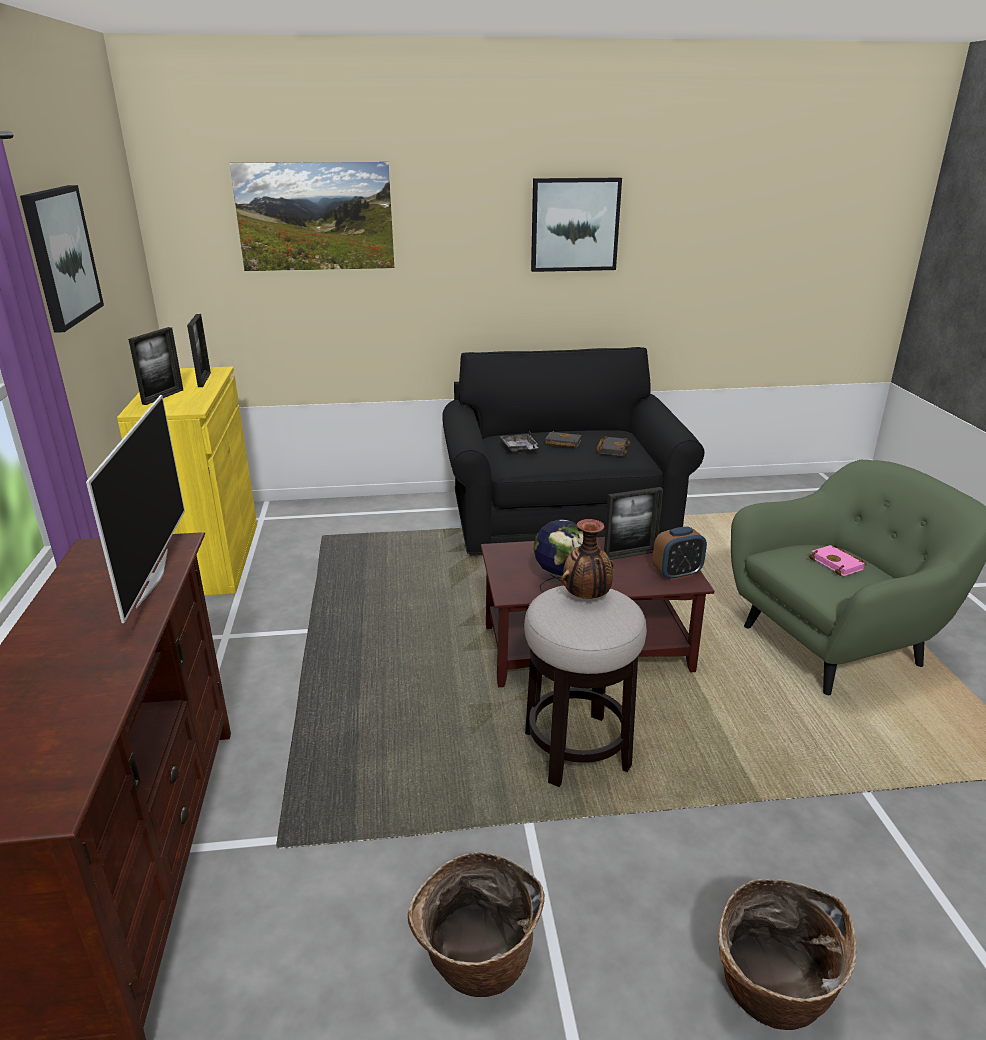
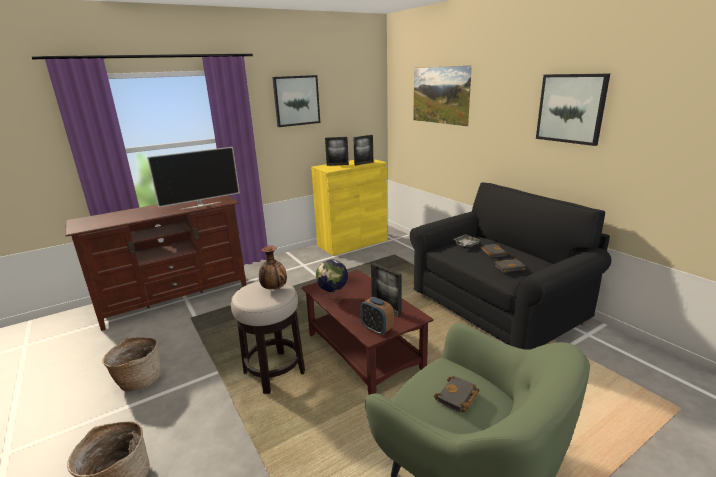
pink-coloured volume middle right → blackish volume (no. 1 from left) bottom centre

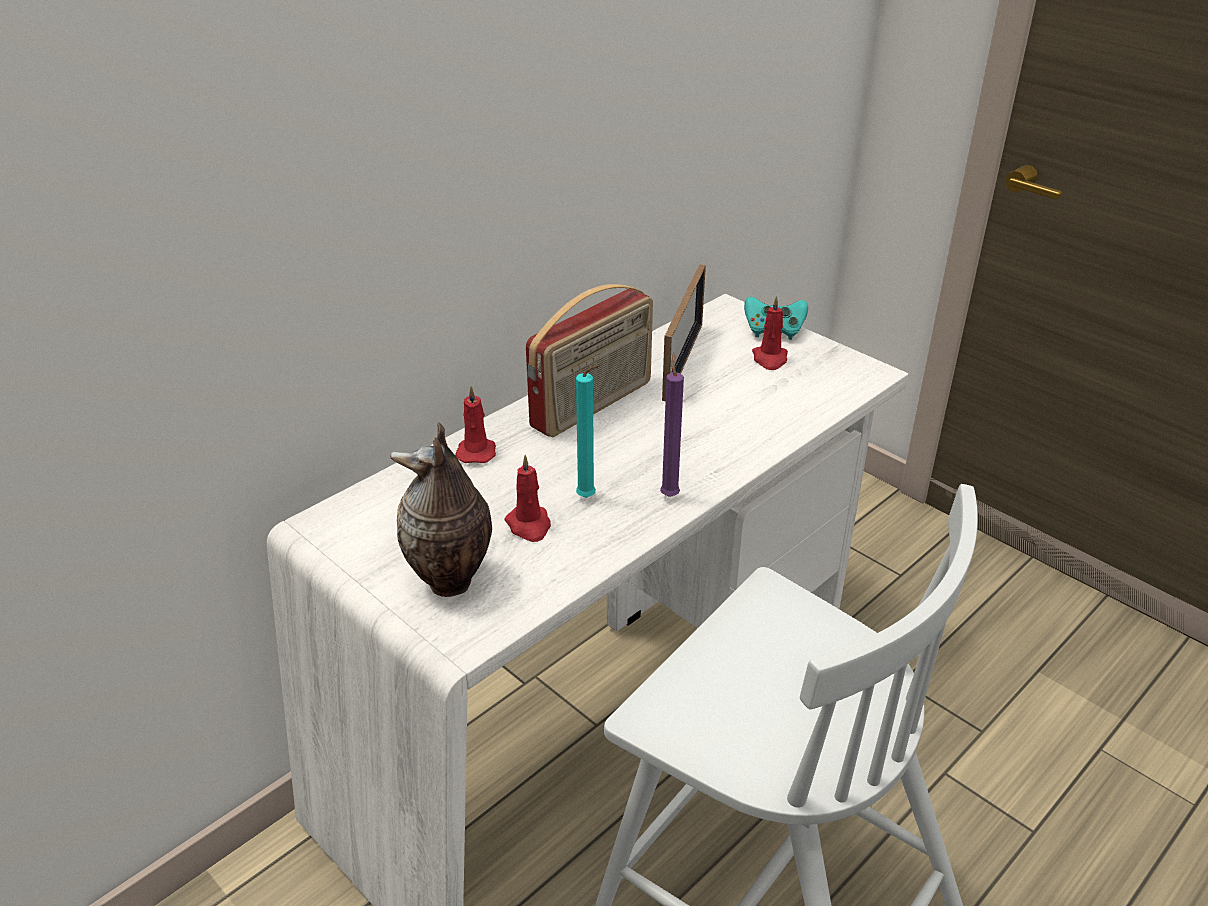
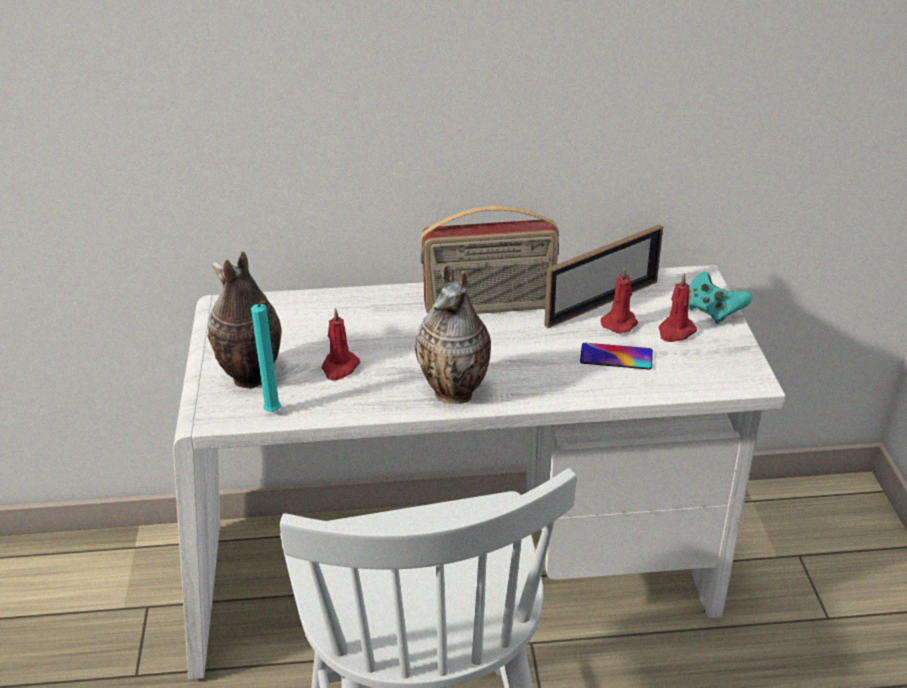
red wax candle (no. 1 from left in the first image) centre → red wax candle (no. 2 from left) middle right, relocated
turquoise-coloured wax candle centre → turquoise-coloured wax candle middle left, relocated
purplish wax candle centre → vase (no. 2 from left) centre
- → handset middle right

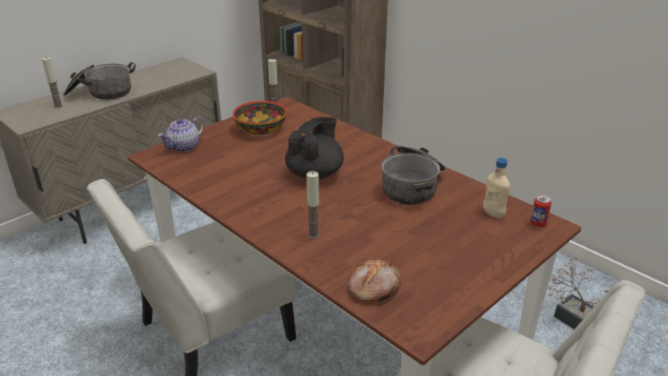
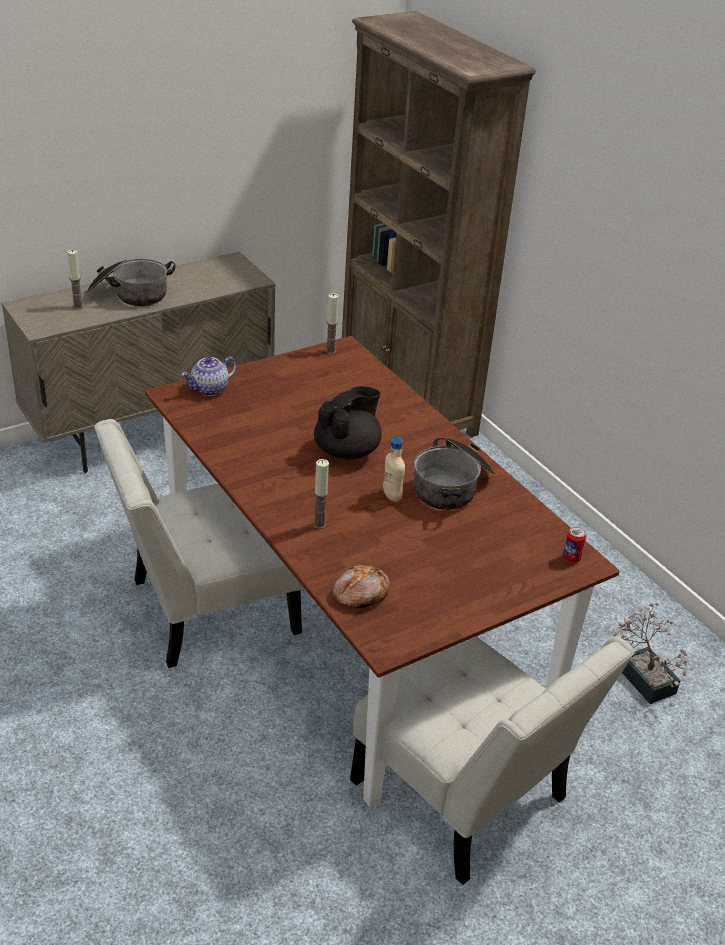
bowl top centre → -
beige-coloured bottle middle right → beige-coloured bottle centre, relocated

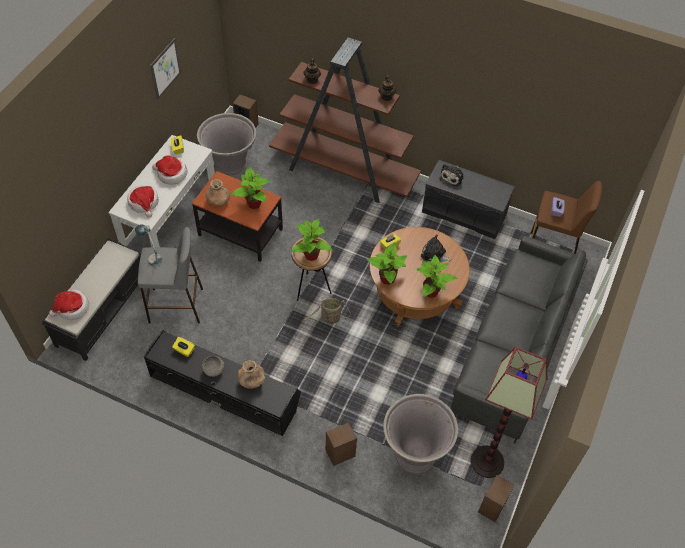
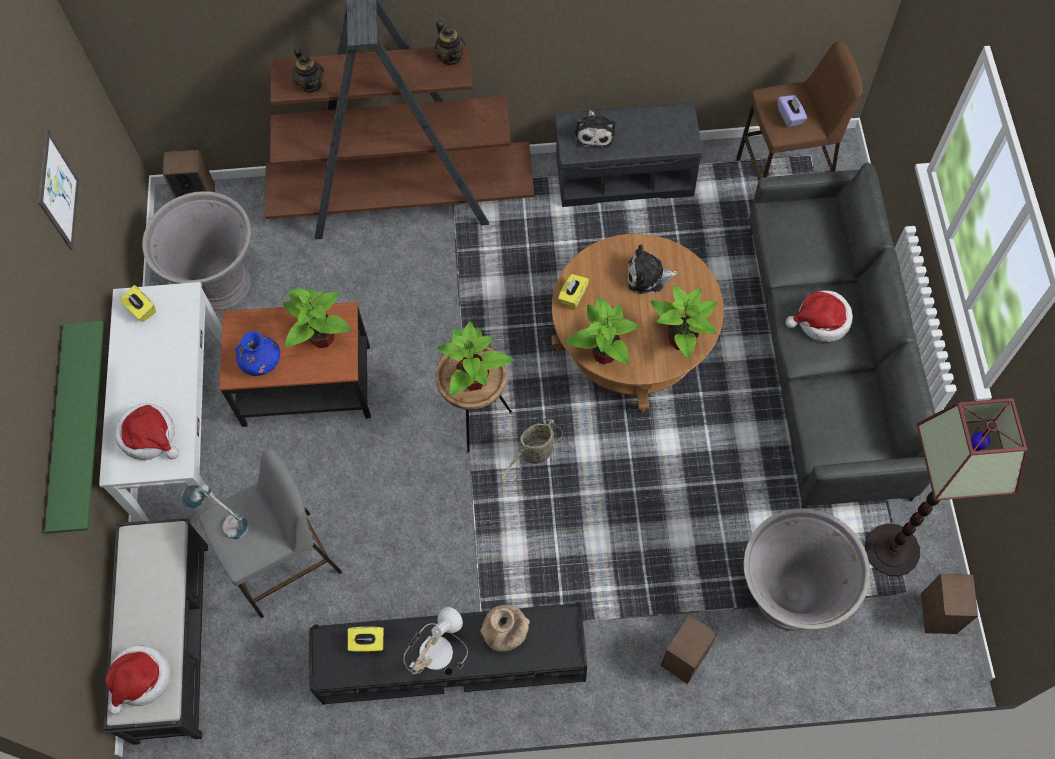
hat (no. 3 from left) top left → hat (no. 3 from left) middle right, relocated
greyish bowl bottom left → lamp for a table (no. 2 from left) bottom centre
brown vase (no. 1 from left) middle left → bluish vase middle left
- → greenish shelf middle left

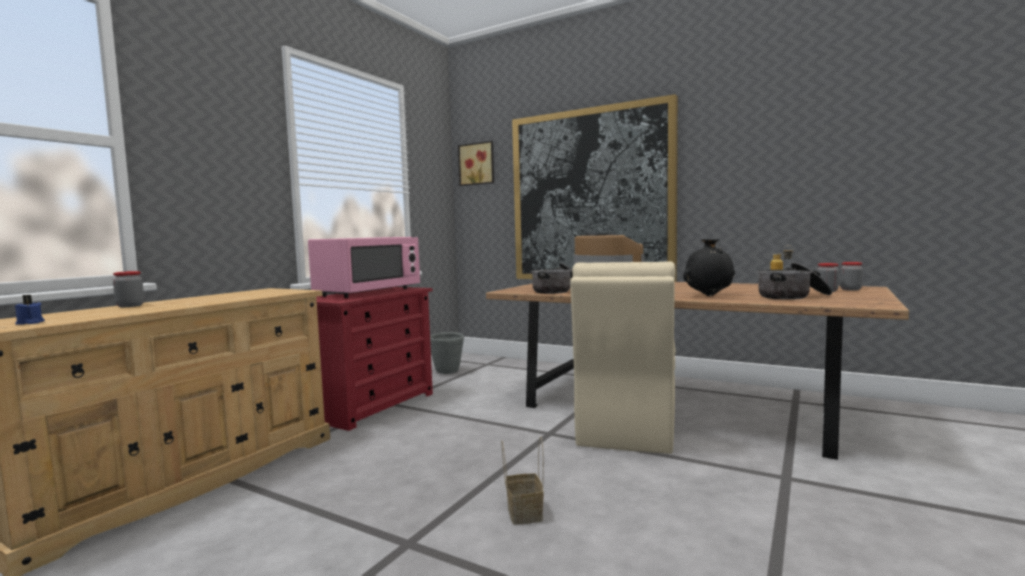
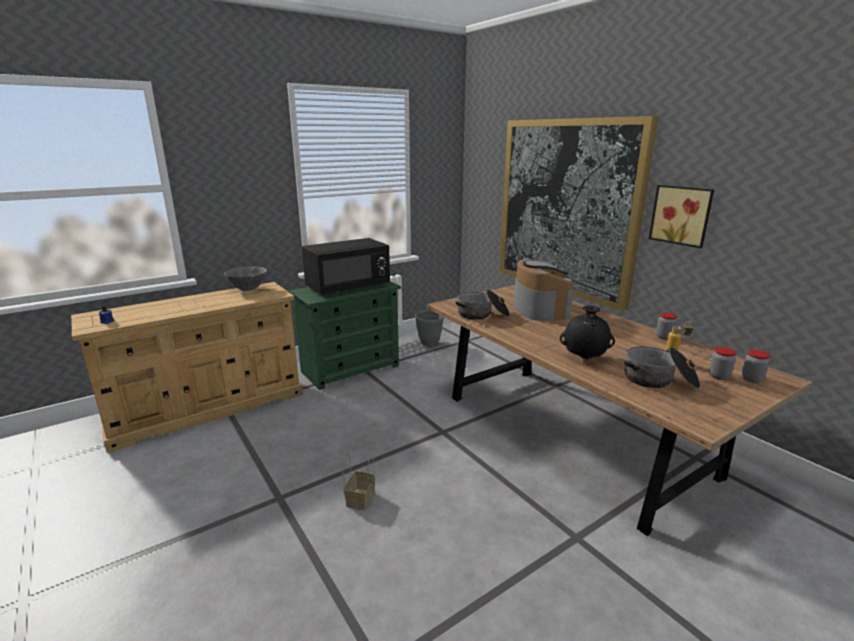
preserve jar (no. 1 from left) middle left → preserve jar (no. 1 from left) middle right, relocated
pink-coloured kitchen microwave centre → blackish kitchen microwave centre
red chest of drawers centre → greenish chest of drawers centre
wall art (no. 1 from left in the first image) top centre → wall art (no. 2 from left) middle right, relocated
beige-coloured plain chair centre → -
- → greyish bowl middle left

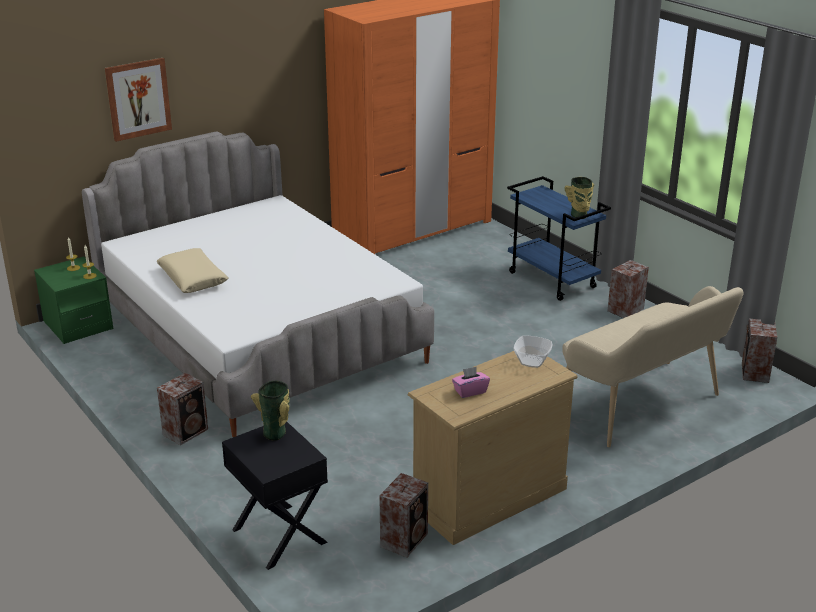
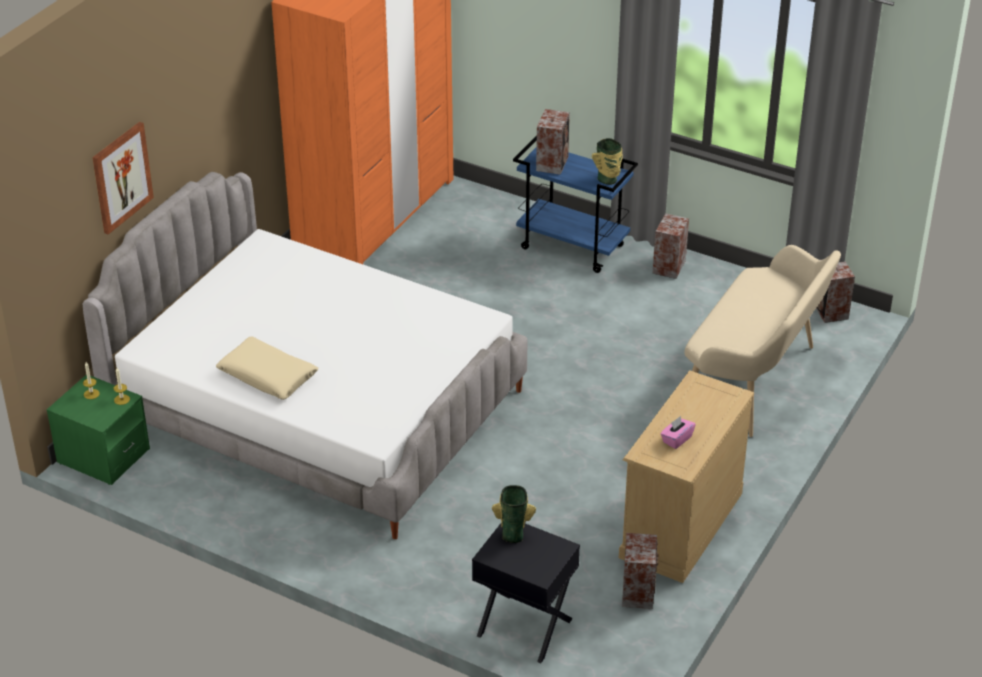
speaker (no. 1 from left) bottom left → speaker (no. 1 from left) top centre, relocated
bowl centre → -

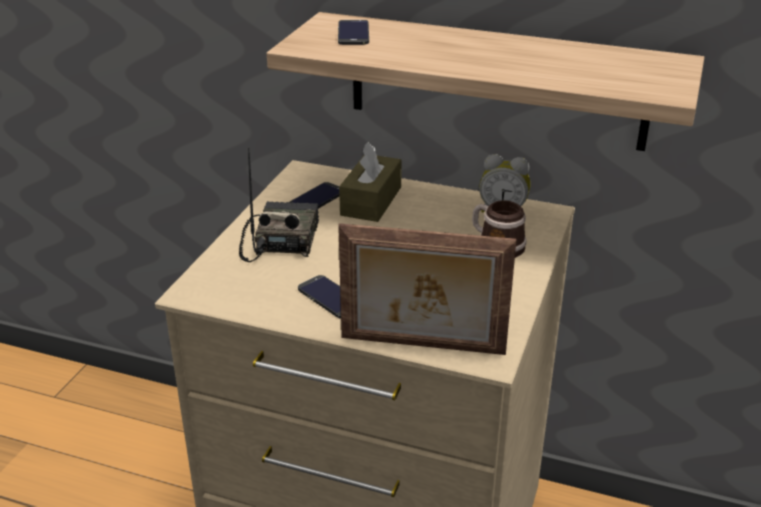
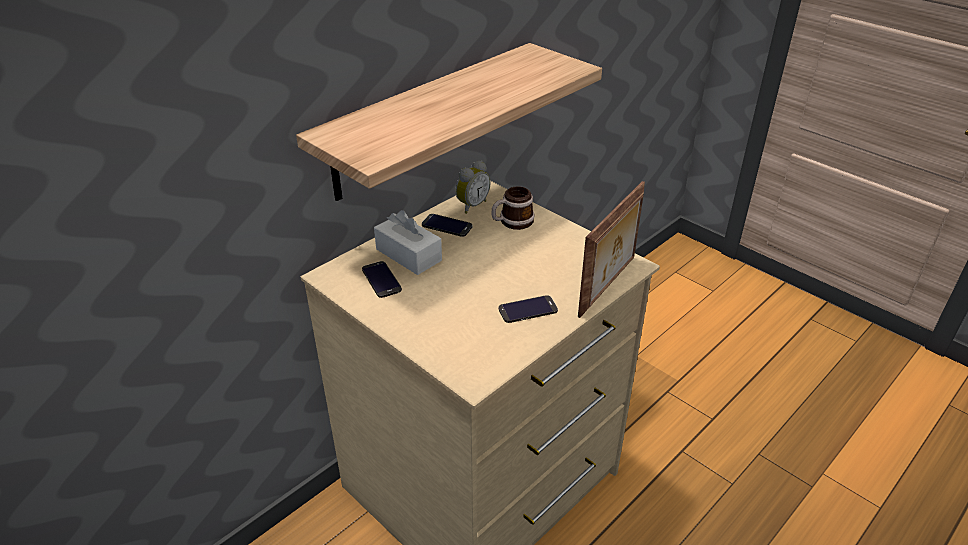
radio receiver centre → -
handset (no. 3 from left in the first image) top centre → handset (no. 2 from left) centre, relocated
brown tissue box centre → whitish tissue box centre

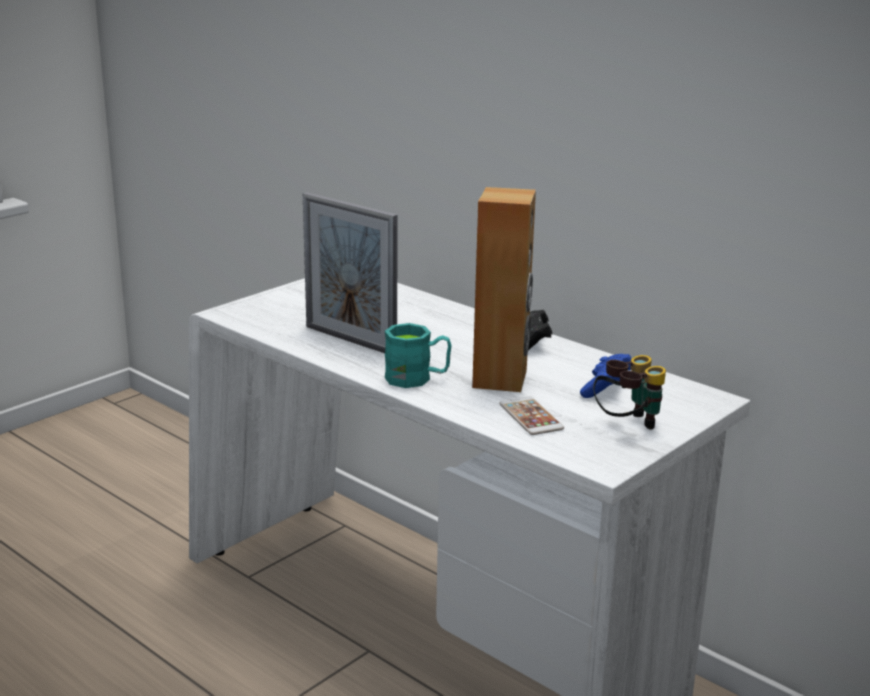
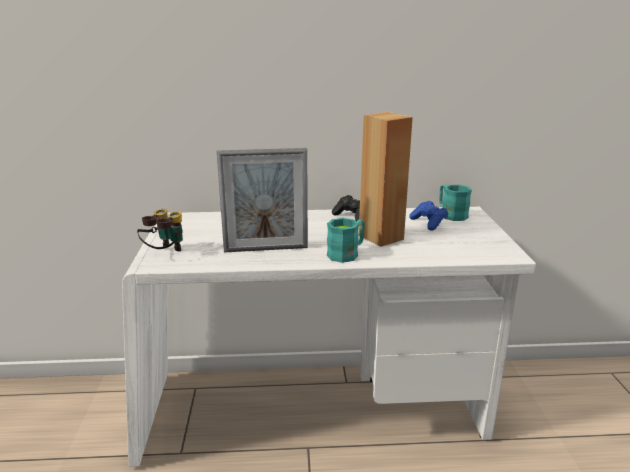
handset centre → -
binoculars middle right → binoculars middle left, relocated
- → turquoise-coloured tea mug (no. 2 from left) middle right

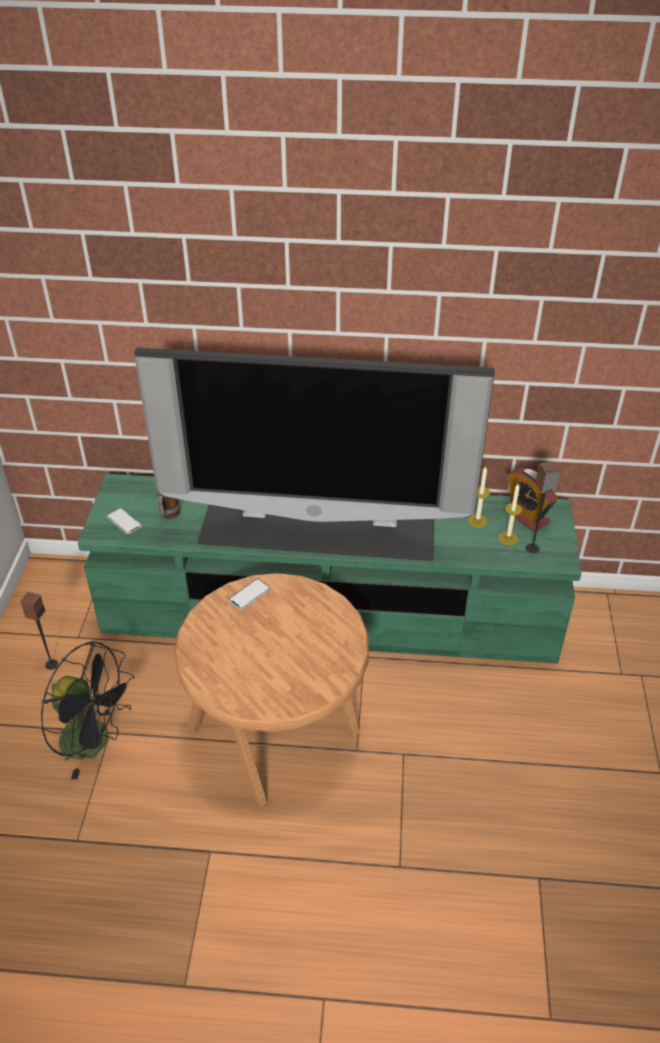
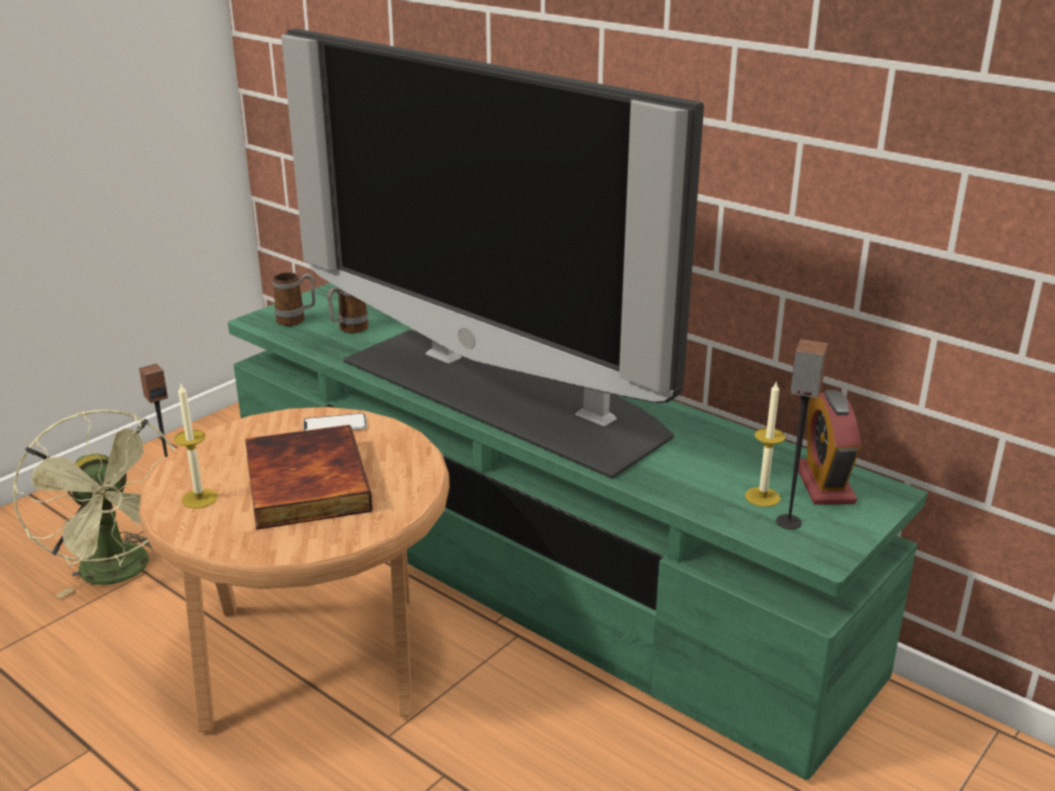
blackish electric fan bottom left → greenish electric fan middle left
handset (no. 1 from left) middle left → tea mug (no. 1 from left) middle left
wax candle (no. 1 from left) middle right → wax candle (no. 1 from left) middle left, relocated
- → volume middle left

